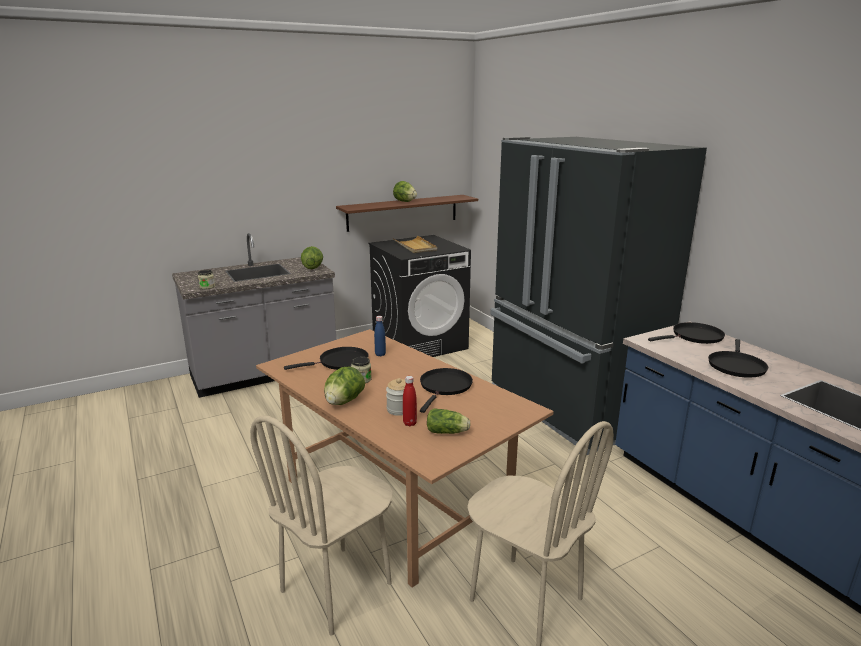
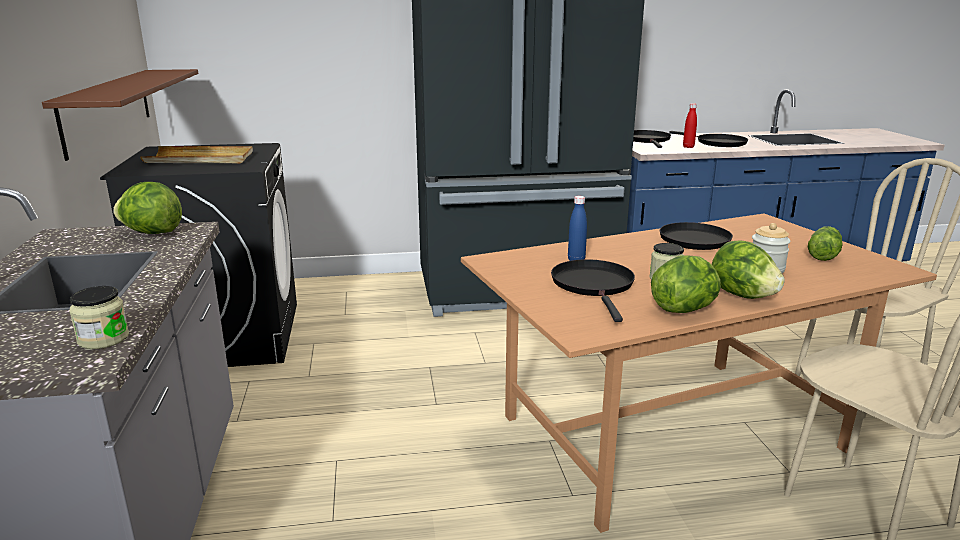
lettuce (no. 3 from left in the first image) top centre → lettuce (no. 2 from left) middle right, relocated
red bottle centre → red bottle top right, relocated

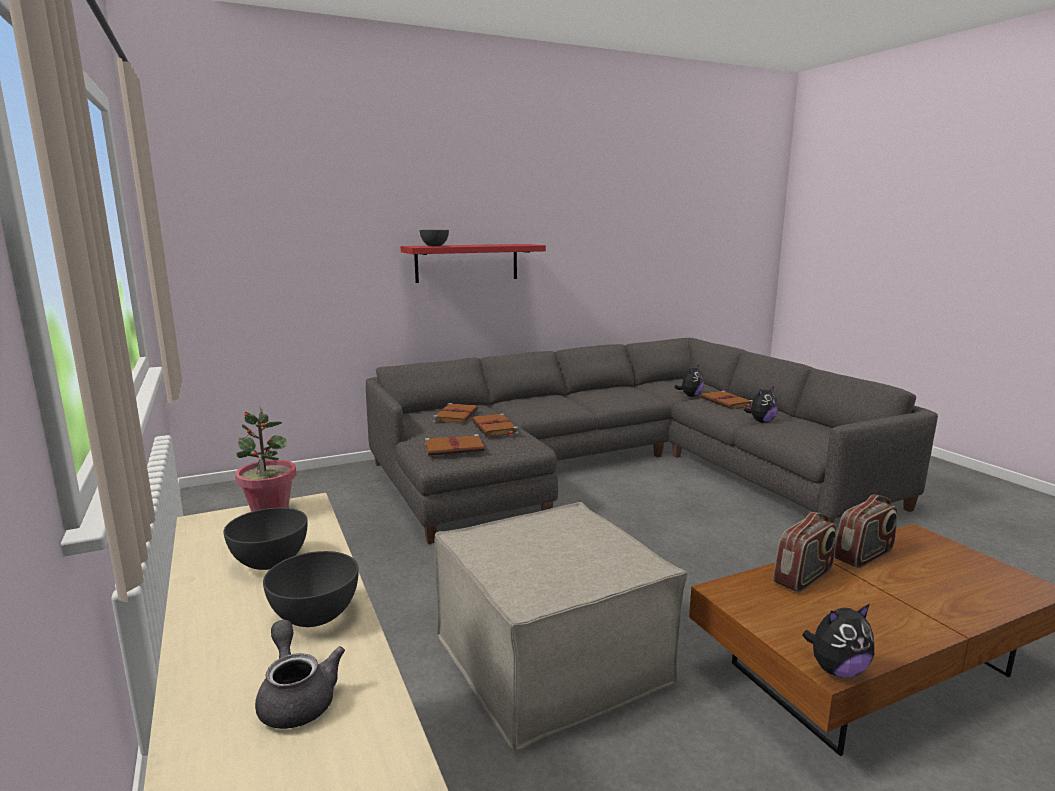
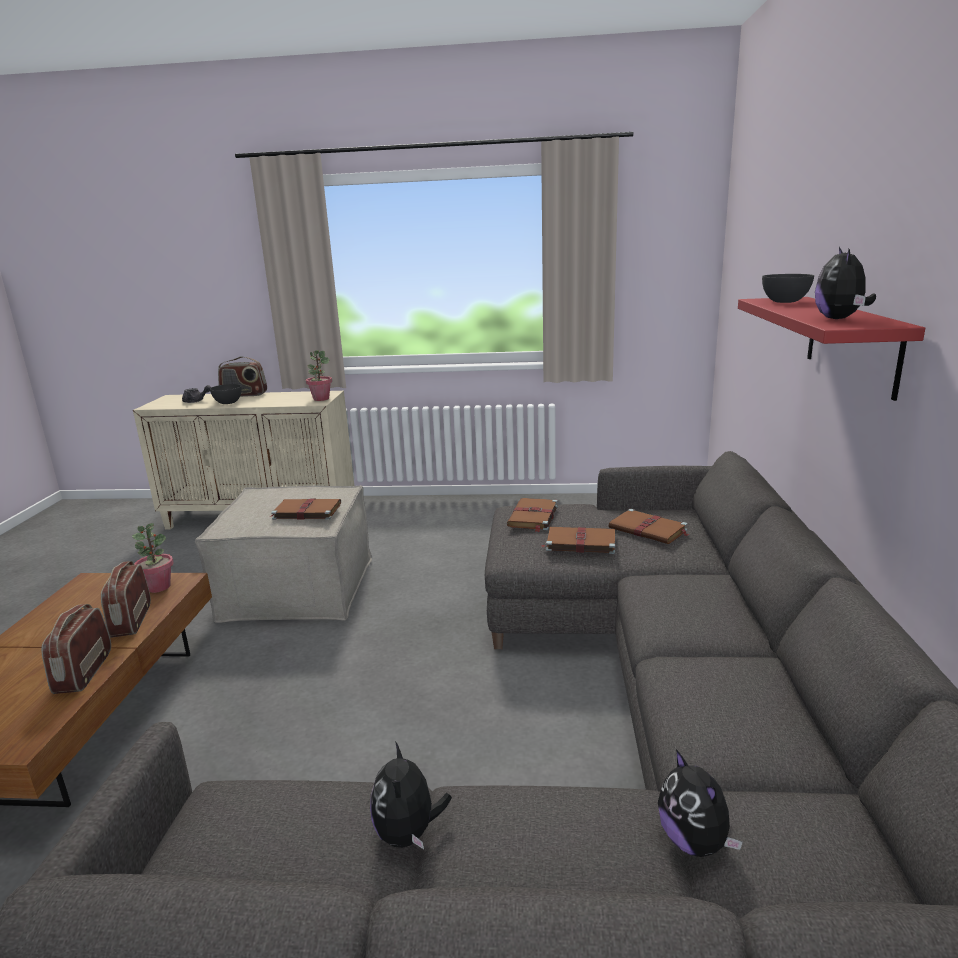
greyish bowl (no. 1 from left) bottom left → -
brown volume (no. 4 from left in the first image) middle right → brown volume (no. 1 from left) middle left, relocated
soft toy (no. 3 from left) bottom right → soft toy (no. 3 from left) top right, relocated
- → houseplant (no. 1 from left) middle left
- → radio receiver (no. 3 from left) middle left

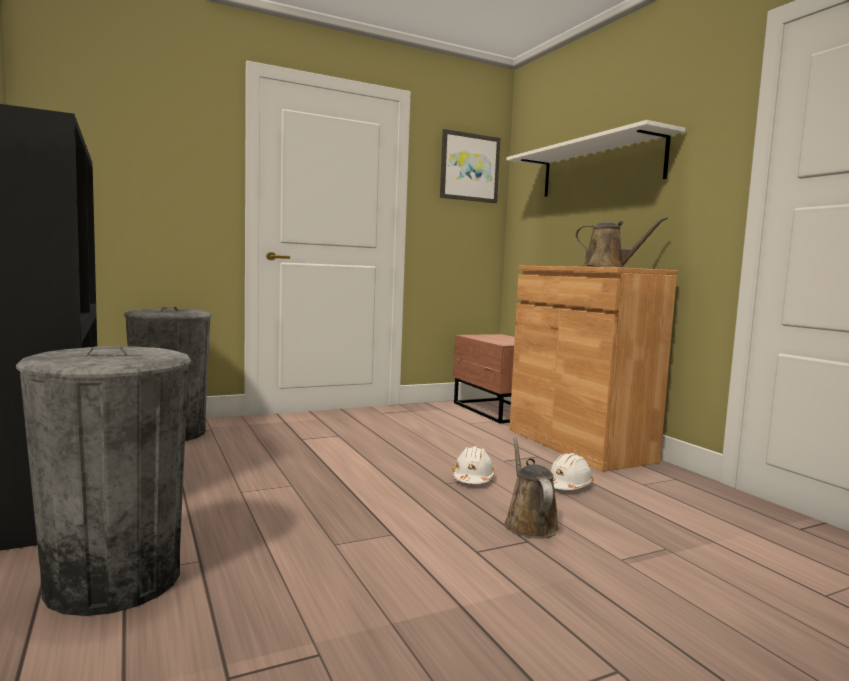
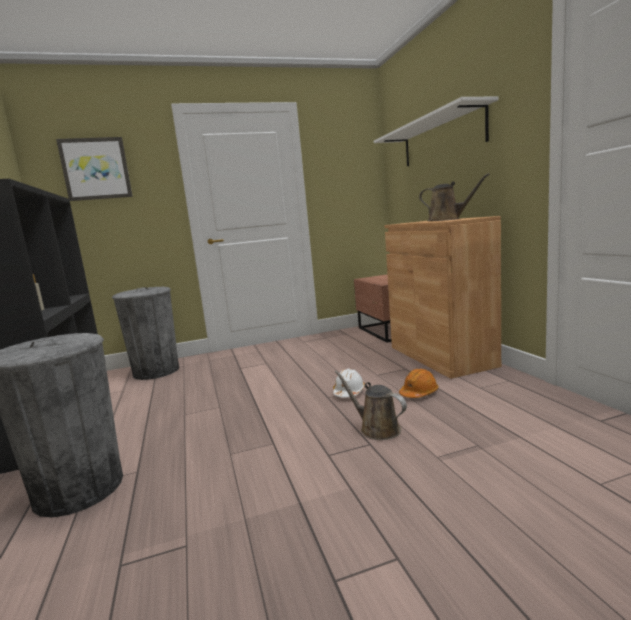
wall art top centre → wall art top left, relocated
brown watering pot (no. 1 from left) bottom centre → brown watering pot (no. 1 from left) centre, 45 degrees counterclockwise
whitish safety helmet (no. 2 from left) bottom right → orangey safety helmet centre

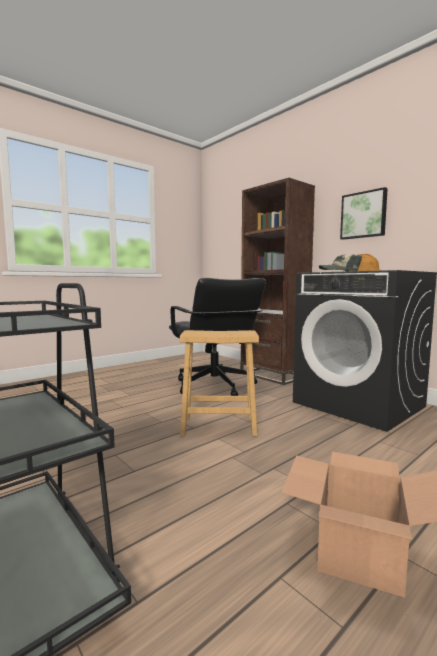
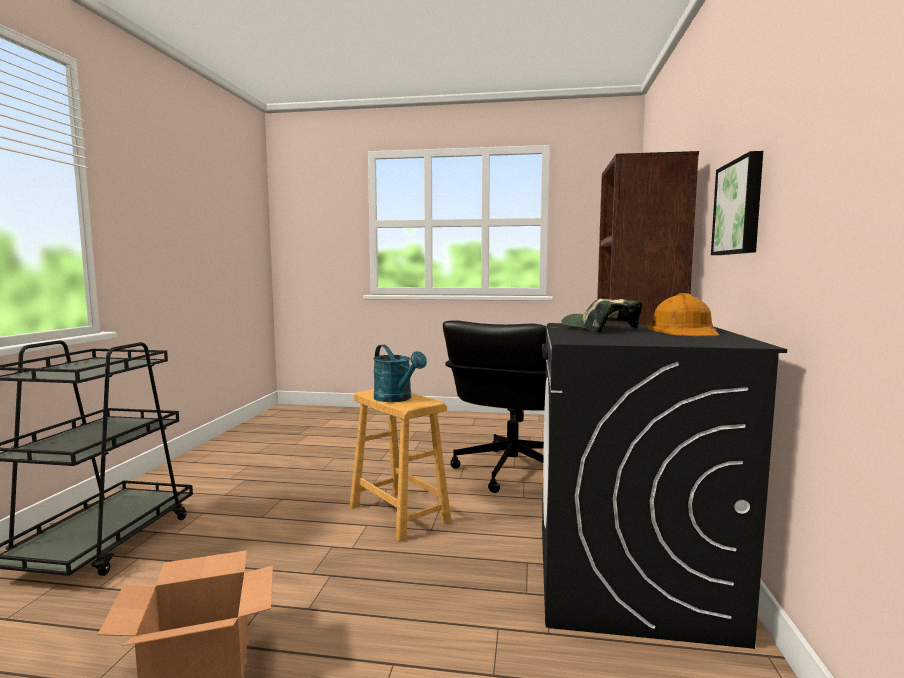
- → turquoise-coloured watering pot centre

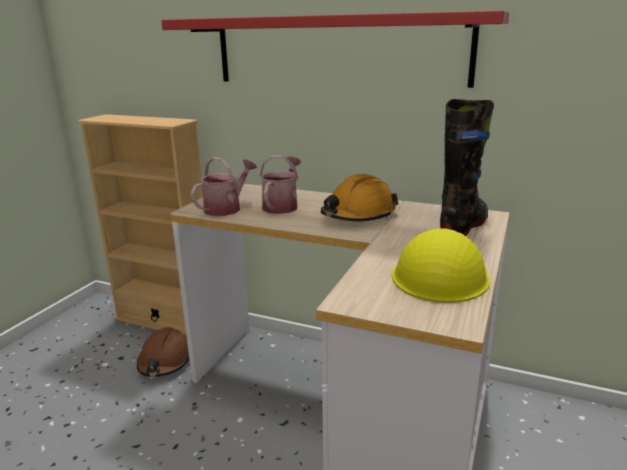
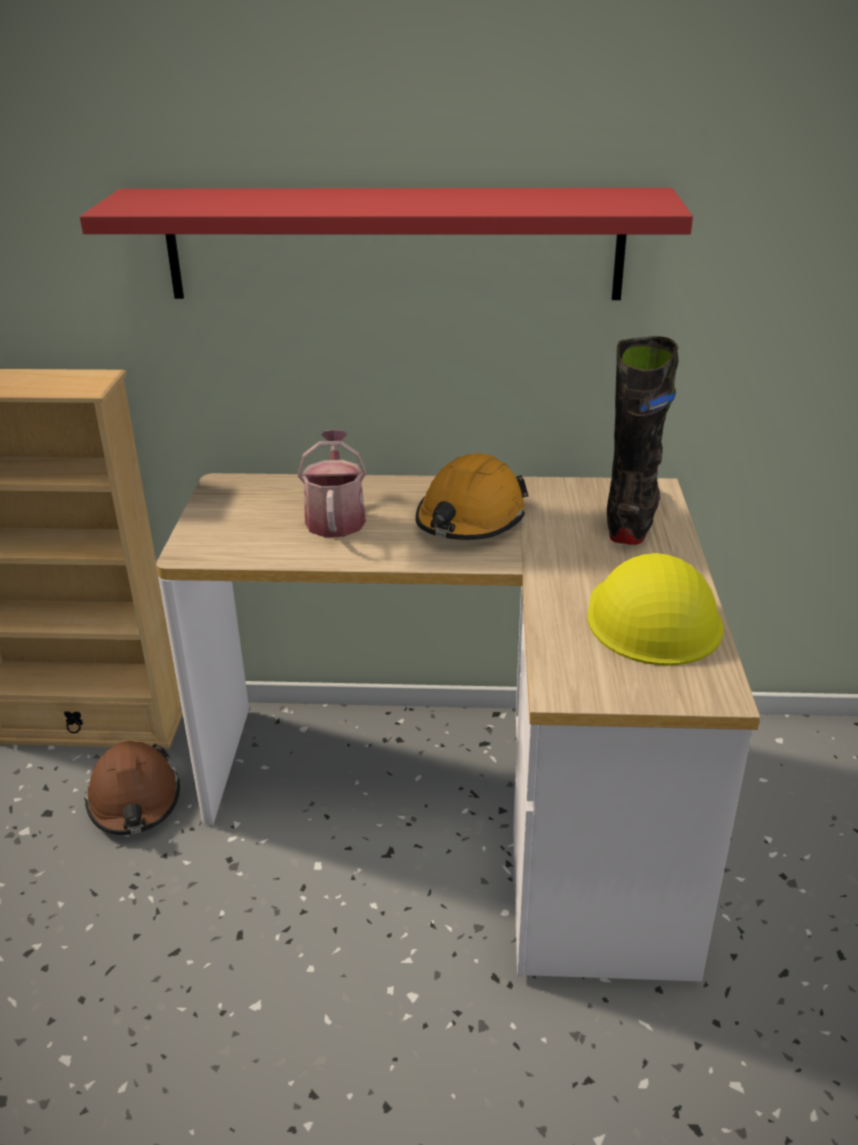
watering pot (no. 1 from left) centre → -

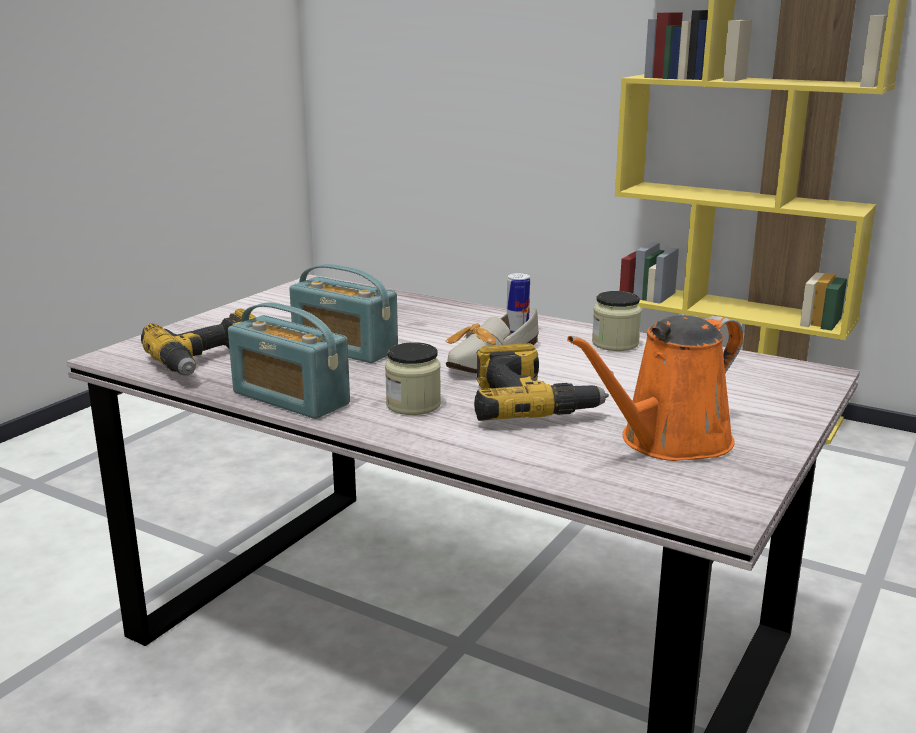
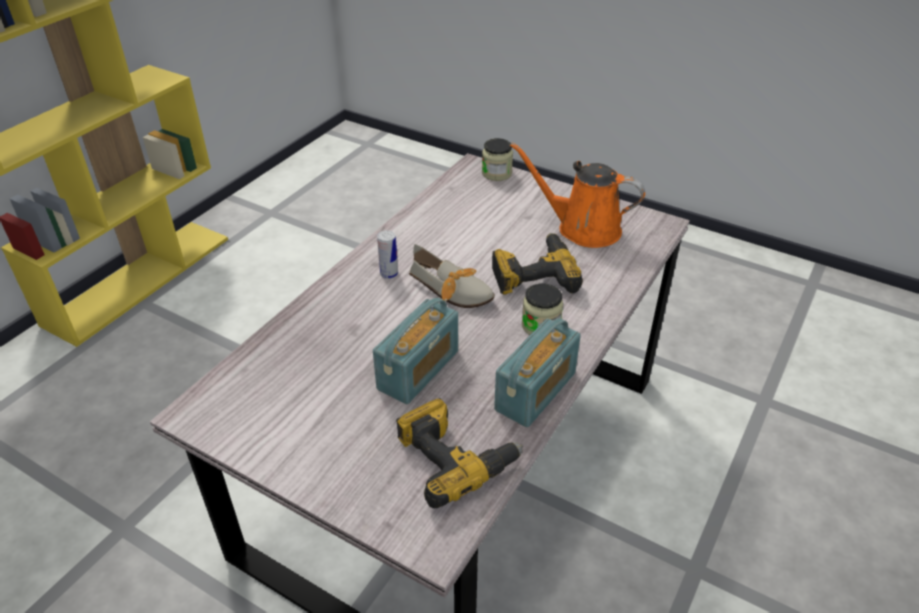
orangey watering pot middle right → orangey watering pot top centre, 150 degrees clockwise
preserve jar (no. 2 from left in the first image) middle right → preserve jar (no. 1 from left) top centre, relocated

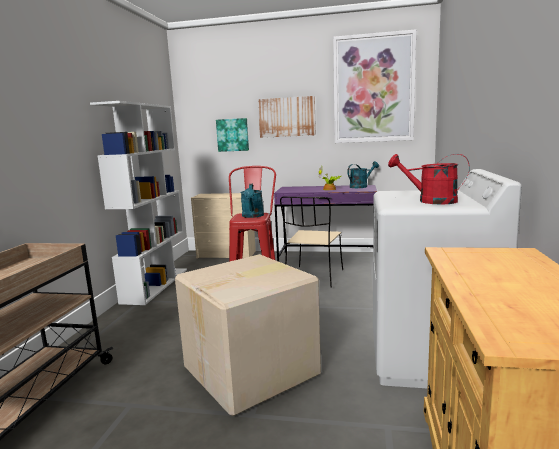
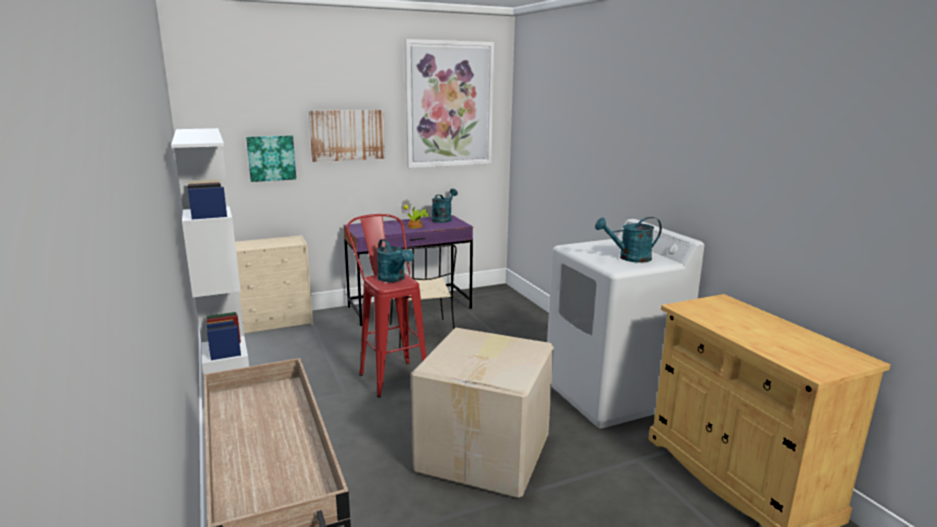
red watering pot middle right → turquoise-coloured watering pot (no. 3 from left) middle right

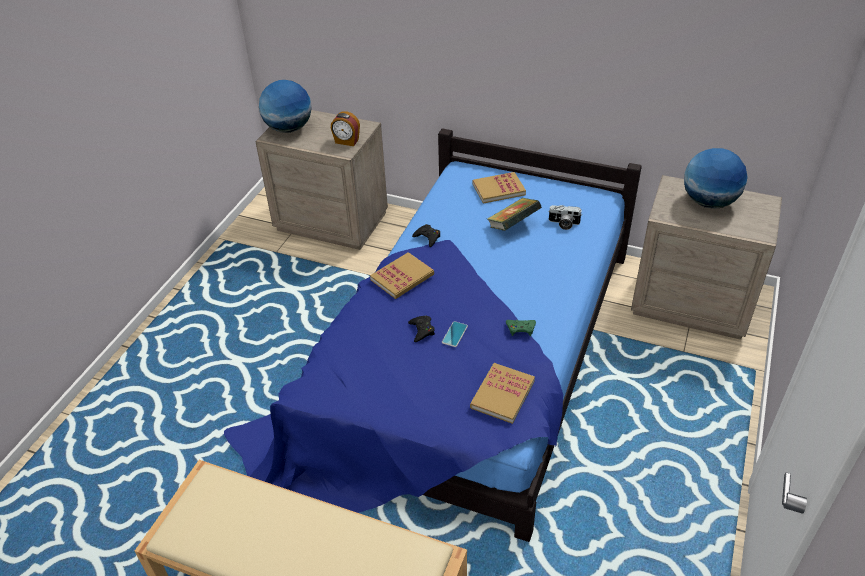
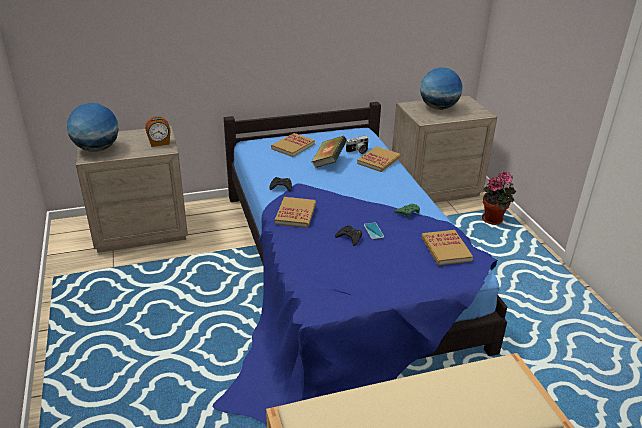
- → volume (no. 4 from left) centre
- → houseplant middle right

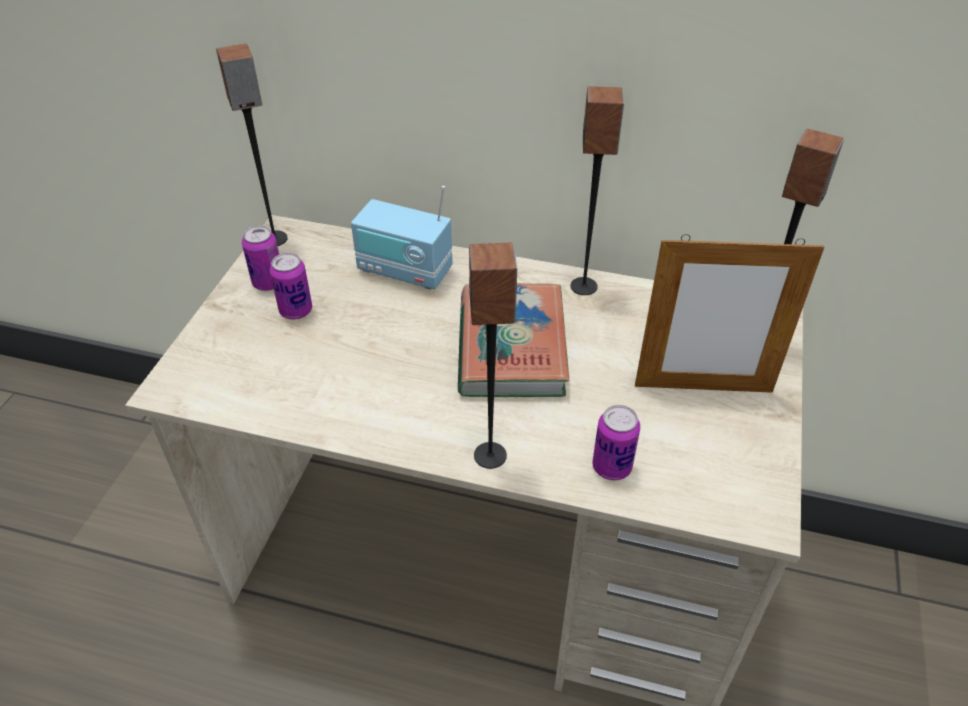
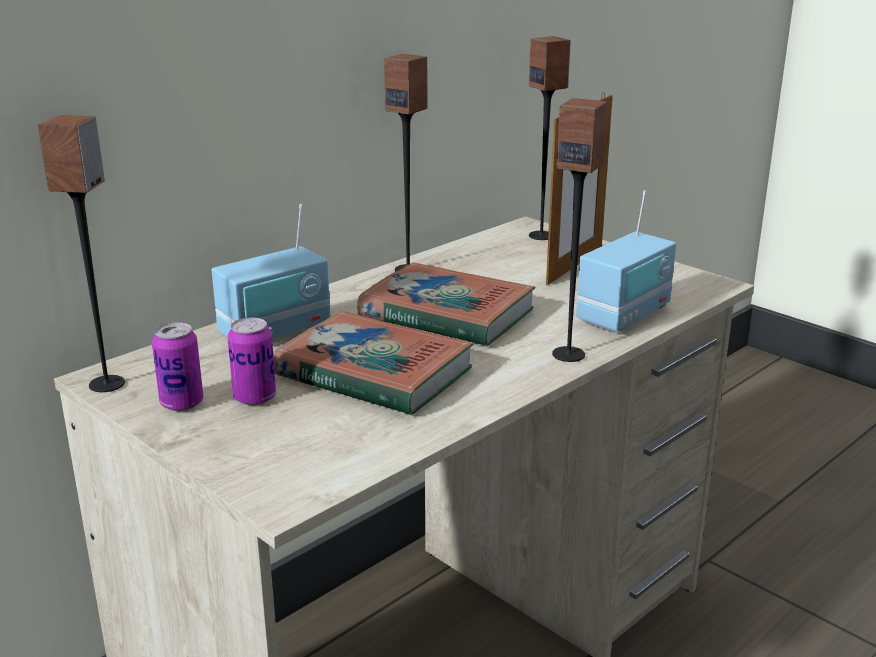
sealed can (no. 3 from left) centre → radio receiver (no. 2 from left) middle right
- → volume (no. 1 from left) centre

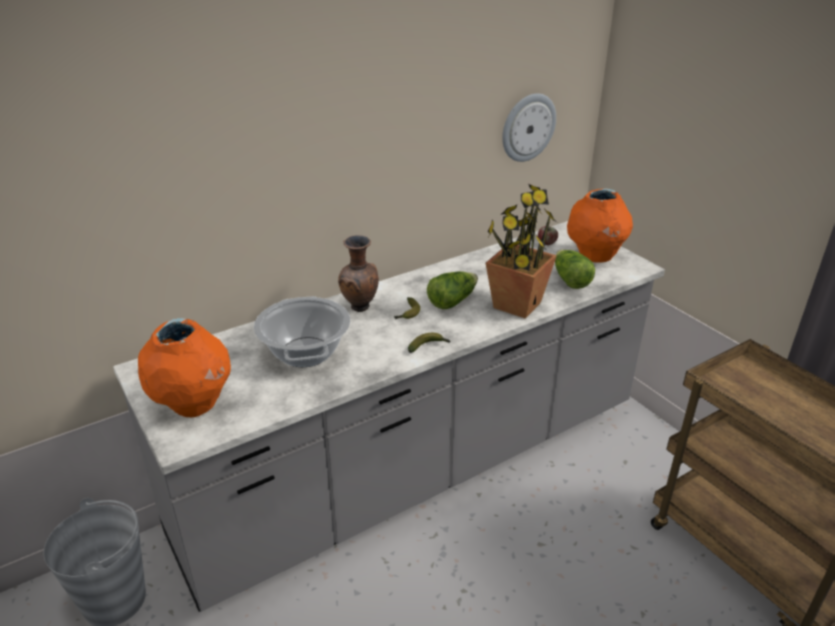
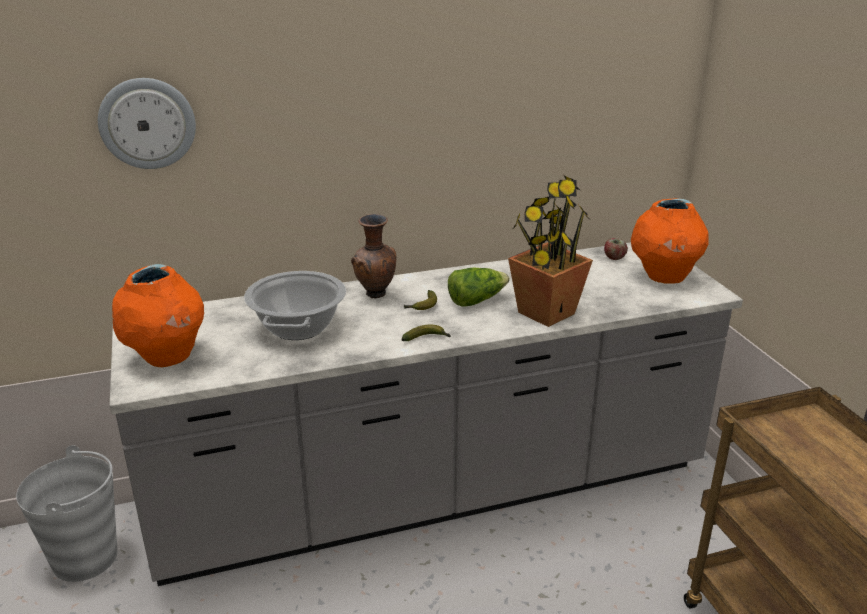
wall clock top centre → wall clock top left, relocated
lettuce (no. 2 from left) middle right → -

